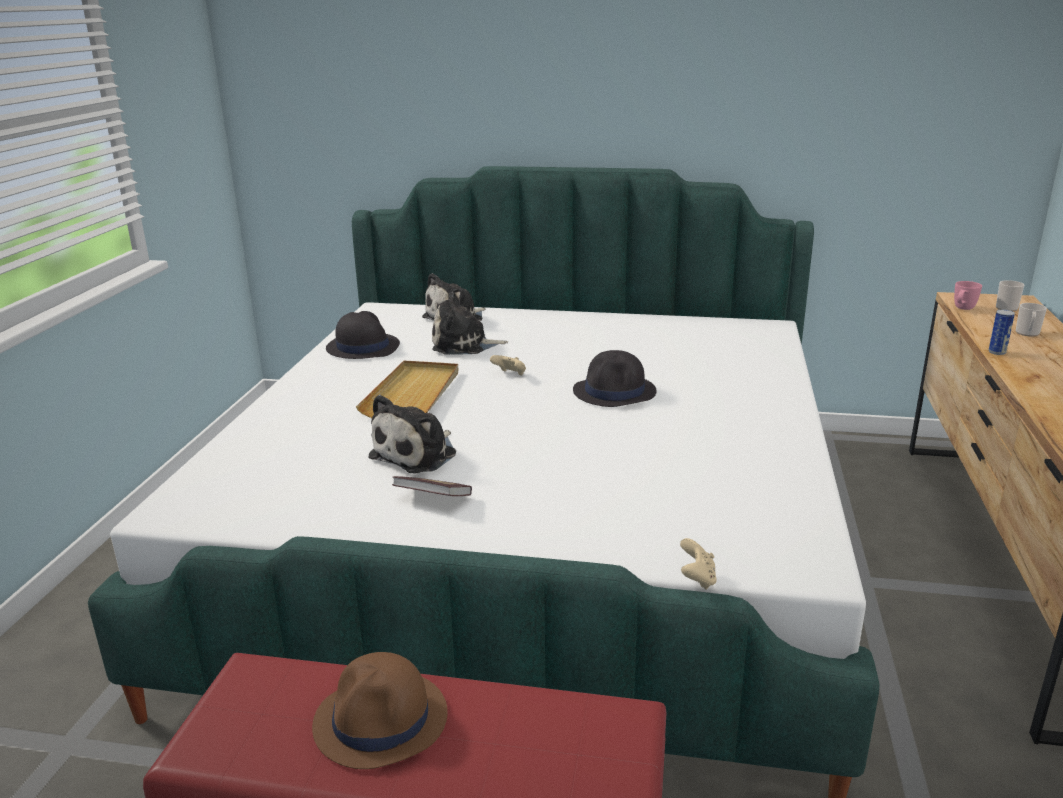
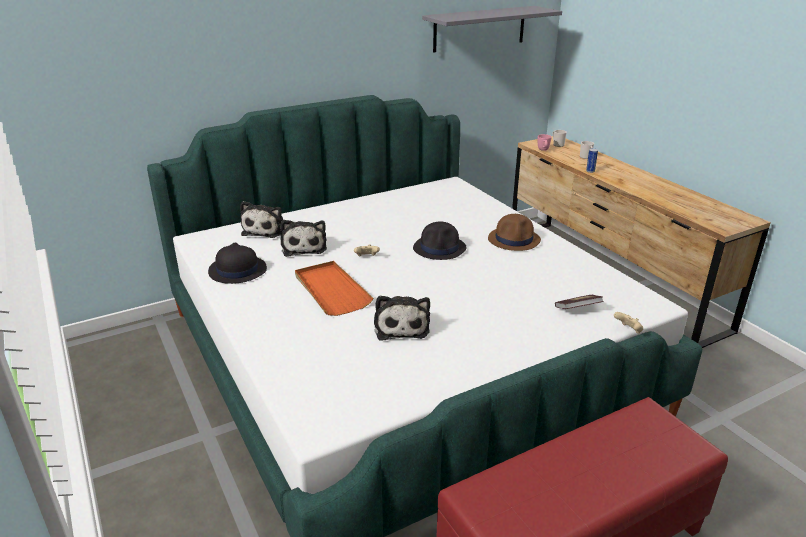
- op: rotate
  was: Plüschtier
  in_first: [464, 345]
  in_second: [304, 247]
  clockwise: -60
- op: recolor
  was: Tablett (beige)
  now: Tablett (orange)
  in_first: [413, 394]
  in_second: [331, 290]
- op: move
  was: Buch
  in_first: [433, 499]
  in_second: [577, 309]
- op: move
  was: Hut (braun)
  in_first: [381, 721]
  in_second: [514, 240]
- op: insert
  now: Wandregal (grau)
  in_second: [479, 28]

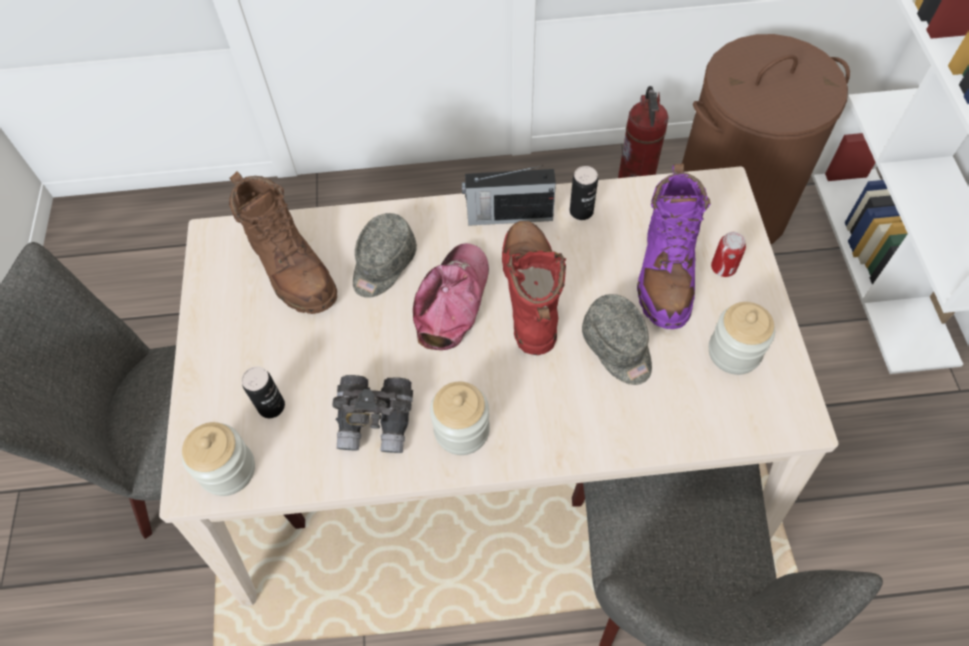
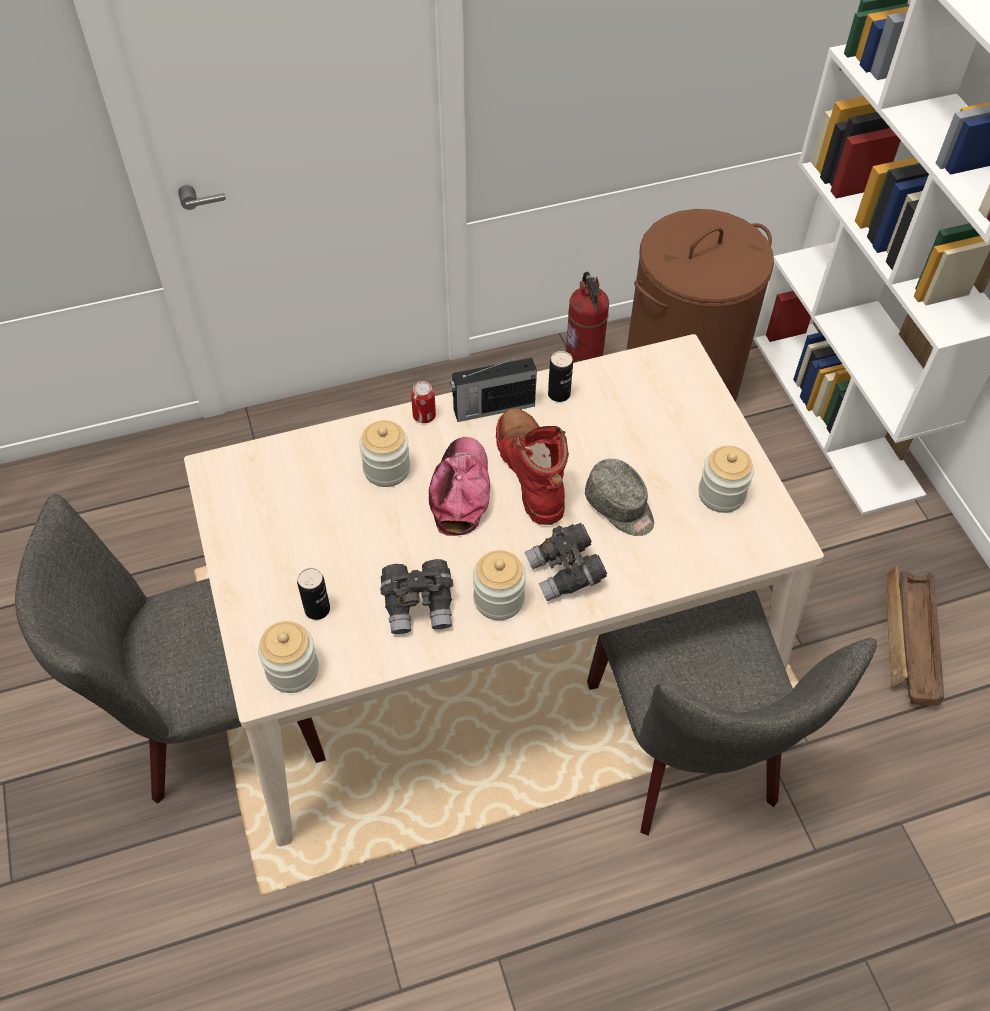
- op: delete
  was: Stiefel (lila)
  in_first: [665, 271]
- op: delete
  was: Stiefel (braun)
  in_first: [290, 267]
- op: replace
  was: Kappe (grau)
  now: Vorratsglas
  in_first: [383, 265]
  in_second: [387, 469]
- op: move
  was: Dose
  in_first: [723, 268]
  in_second: [424, 416]
- op: insert
  now: Fernglas (grau)
  in_second: [565, 573]
- op: insert
  now: Kiste
  in_second: [910, 642]

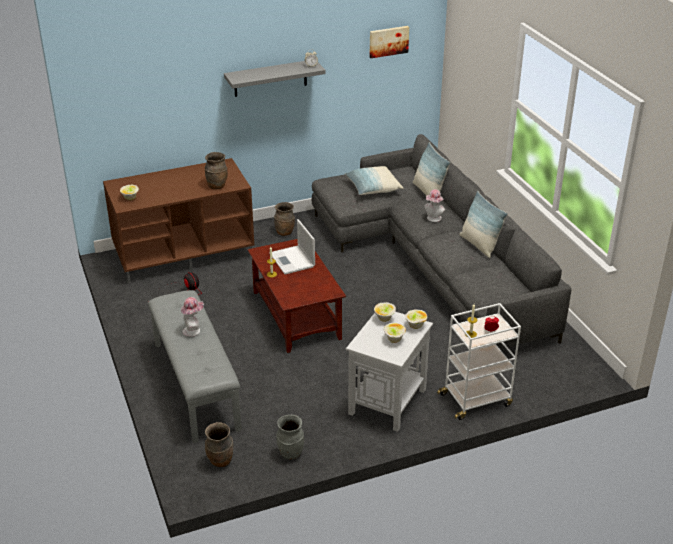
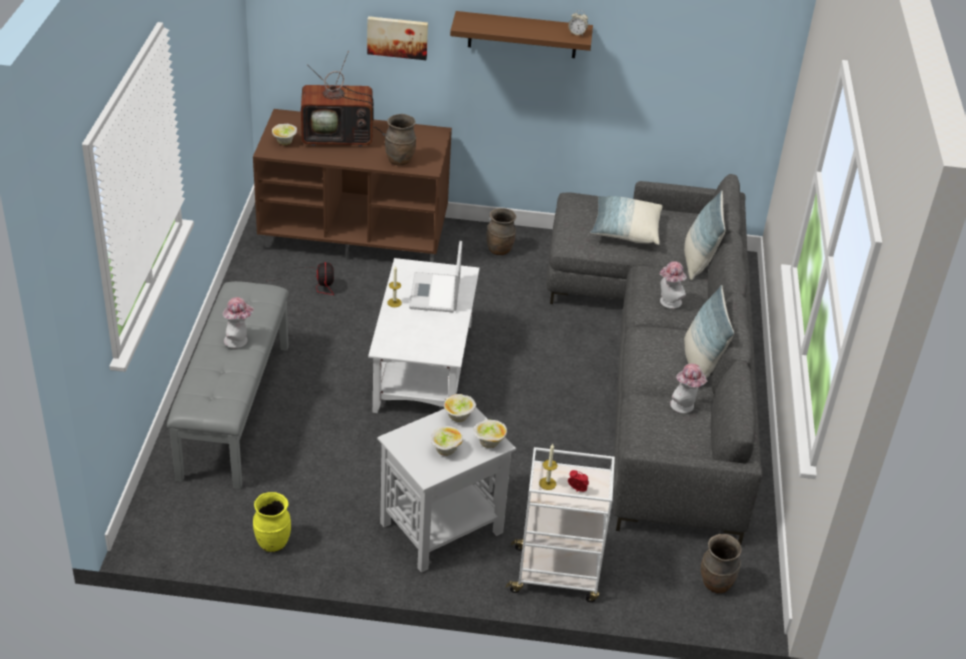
- op: move
  was: Bild
  in_first: [388, 41]
  in_second: [397, 37]
- op: recolor
  was: Wandregal (grau)
  now: Wandregal (braun)
  in_first: [270, 78]
  in_second: [522, 35]
- op: recolor
  was: Couchtisch (braun)
  now: Couchtisch (weiß)
  in_first: [297, 315]
  in_second: [424, 368]
- op: recolor
  was: Vase (grau)
  now: Vase (gelb)
  in_first: [290, 453]
  in_second: [272, 542]
- op: move
  was: Vase (braun)
  in_first: [220, 461]
  in_second: [716, 584]
- op: insert
  now: Fernseher
  in_second: [340, 136]
- op: insert
  now: Hut
  in_second: [685, 406]

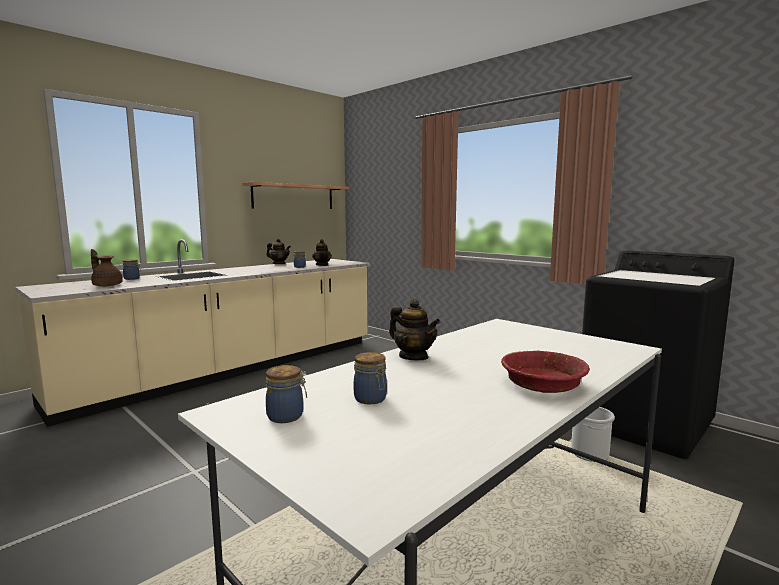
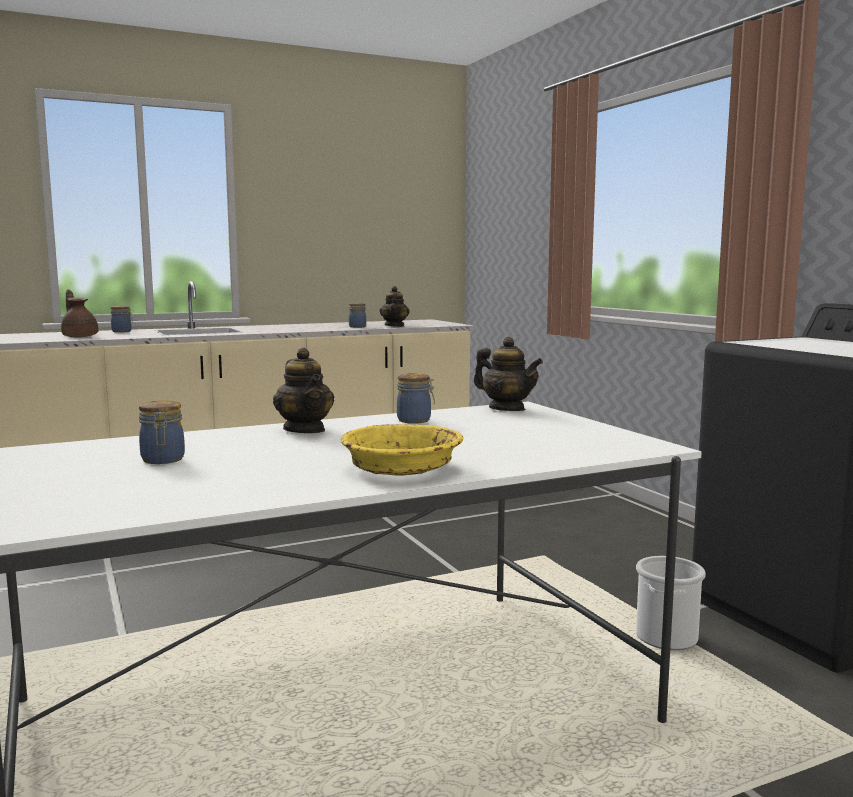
- op: delete
  was: Wandregal
  in_first: [294, 197]
- op: move
  was: Teekanne
  in_first: [279, 264]
  in_second: [507, 409]
- op: recolor
  was: Schüssel (rot)
  now: Schüssel (gelb)
  in_first: [542, 384]
  in_second: [402, 468]
- op: move
  was: Vorratsglas
  in_first: [287, 416]
  in_second: [415, 420]

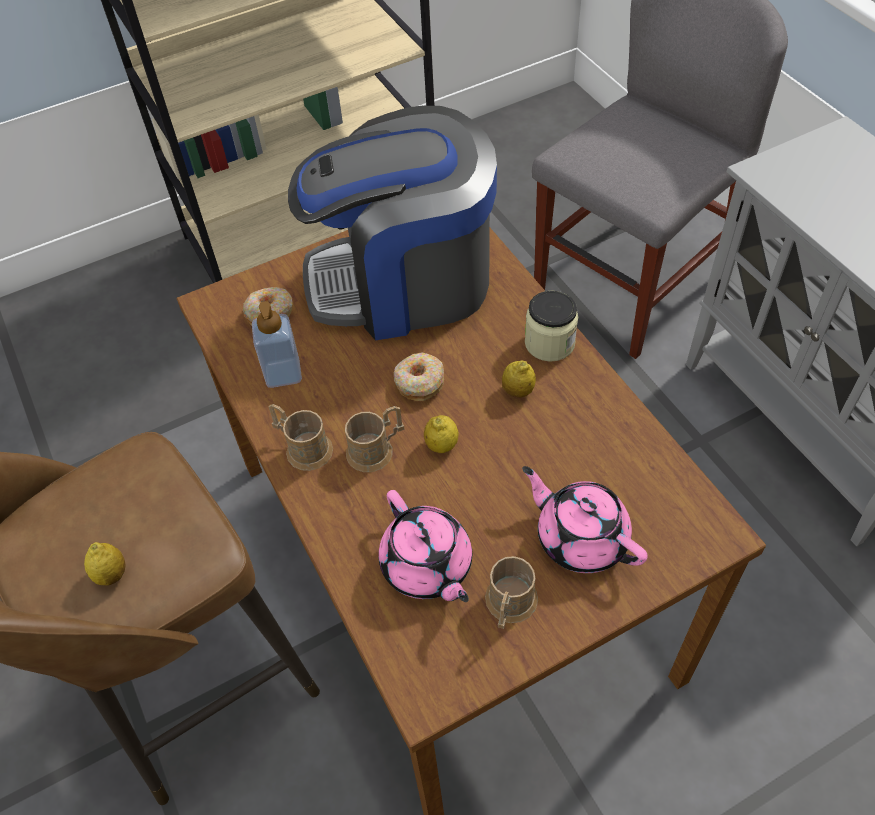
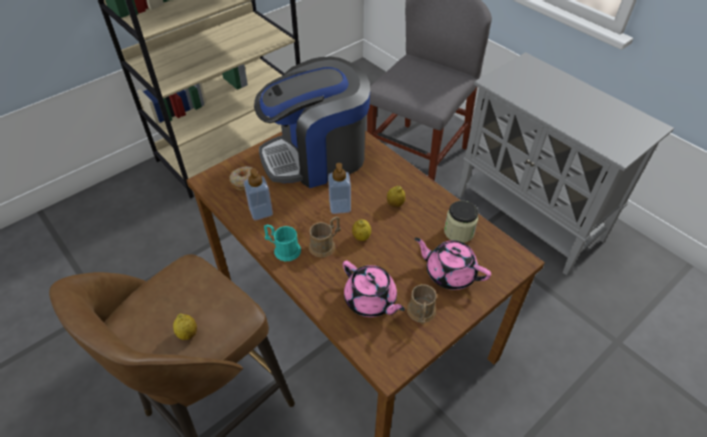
- op: move
  was: Vorratsglas
  in_first: [549, 343]
  in_second: [459, 232]
- op: replace
  was: Donut
  now: Seifenspender
  in_first: [419, 382]
  in_second: [340, 206]
- op: recolor
  was: Henkelbecher (braun)
  now: Henkelbecher (türkis)
  in_first: [303, 448]
  in_second: [283, 249]

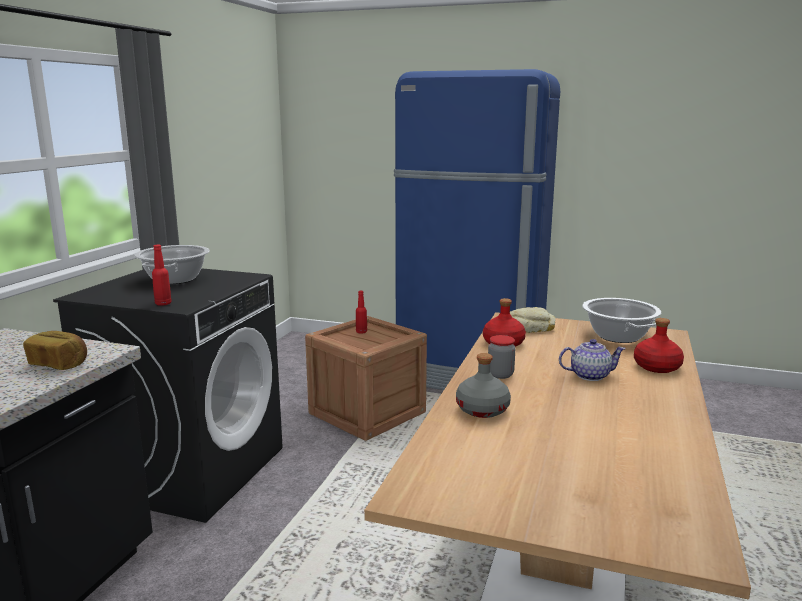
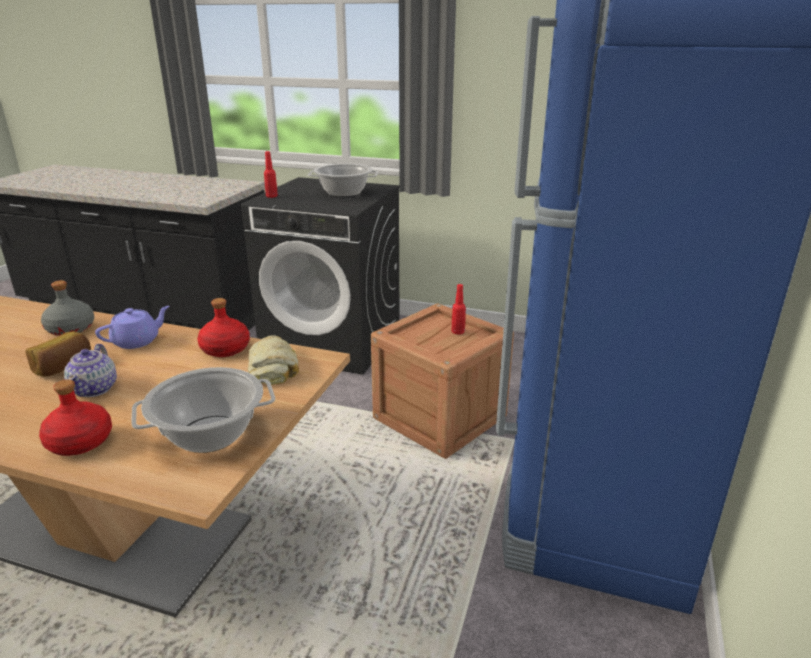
- op: move
  was: Brot
  in_first: [59, 364]
  in_second: [64, 366]
- op: replace
  was: Vorratsglas
  now: Teekanne (lila)
  in_first: [500, 374]
  in_second: [137, 341]

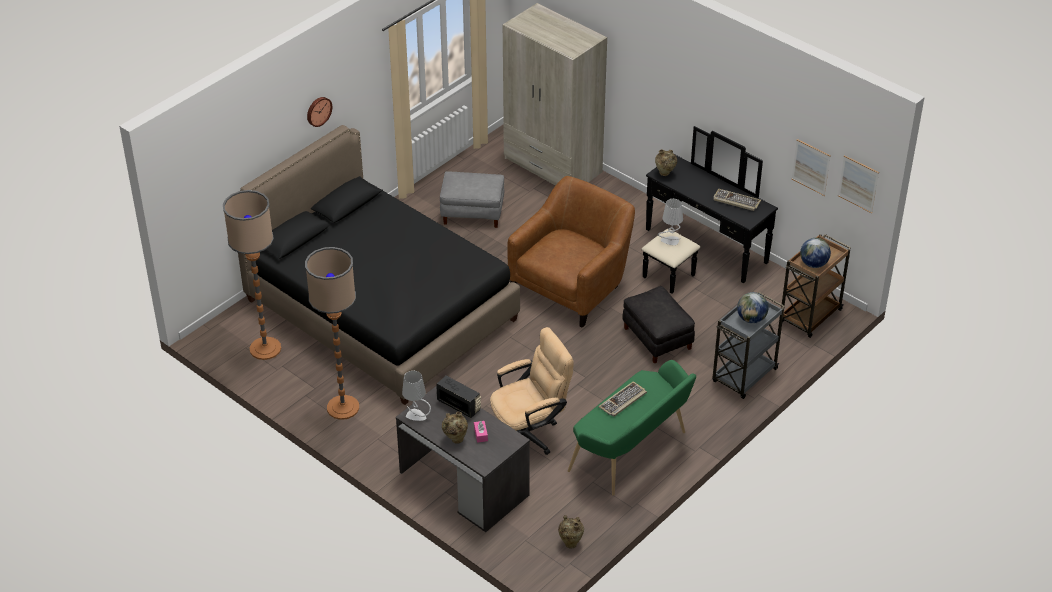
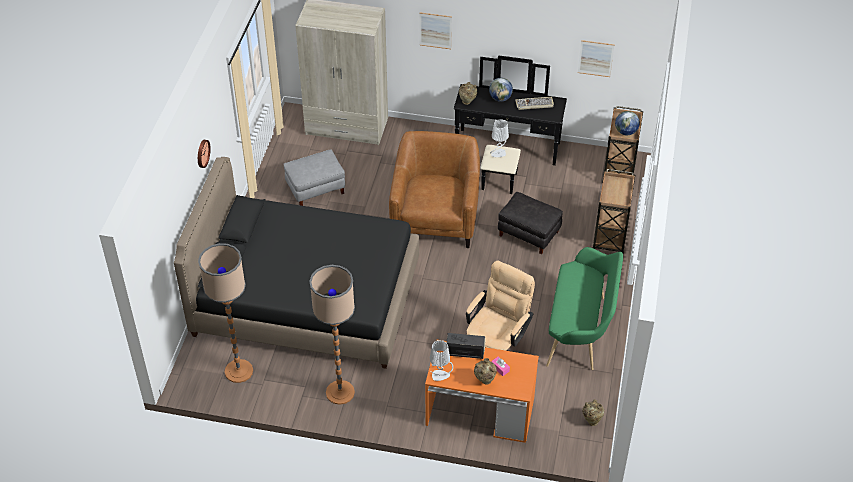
- op: move
  was: Bild
  in_first: [858, 184]
  in_second: [435, 30]
- op: recolor
  was: Rollwagen (grau)
  now: Rollwagen (braun)
  in_first: [744, 376]
  in_second: [610, 237]
- op: move
  was: Globus
  in_first: [751, 319]
  in_second: [500, 98]
- op: delete
  was: Tastatur
  in_first: [623, 401]
- op: recolor
  was: Schreibtisch (grau)
  now: Schreibtisch (orange)
  in_first: [463, 484]
  in_second: [479, 412]

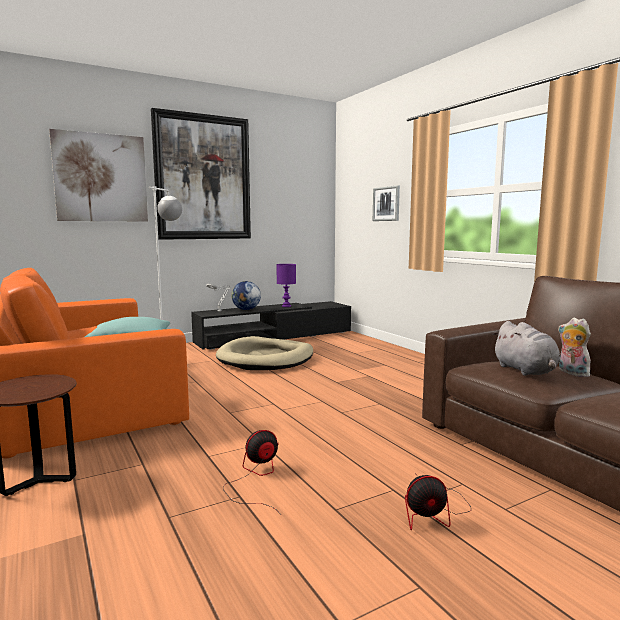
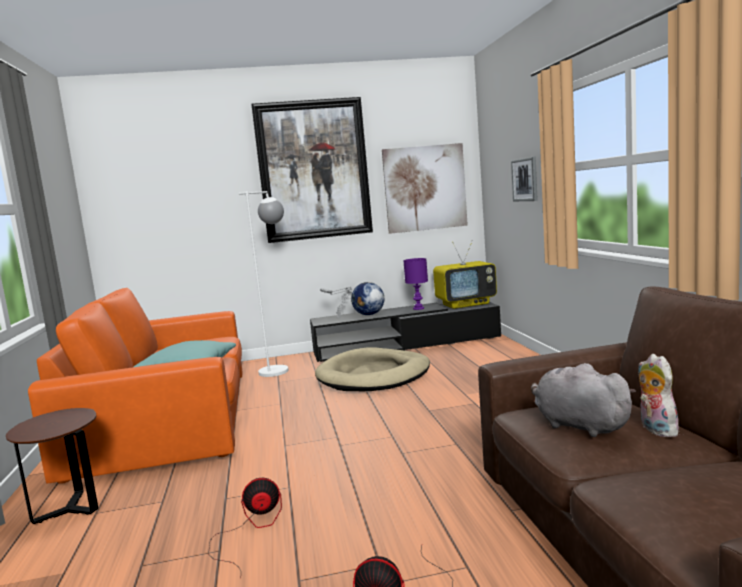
- op: move
  was: Bild
  in_first: [101, 178]
  in_second: [425, 188]
- op: rotate
  was: Plüschtier (grau)
  in_first: [526, 371]
  in_second: [578, 425]
  clockwise: 135
- op: insert
  now: Fernseher
  in_second: [466, 304]

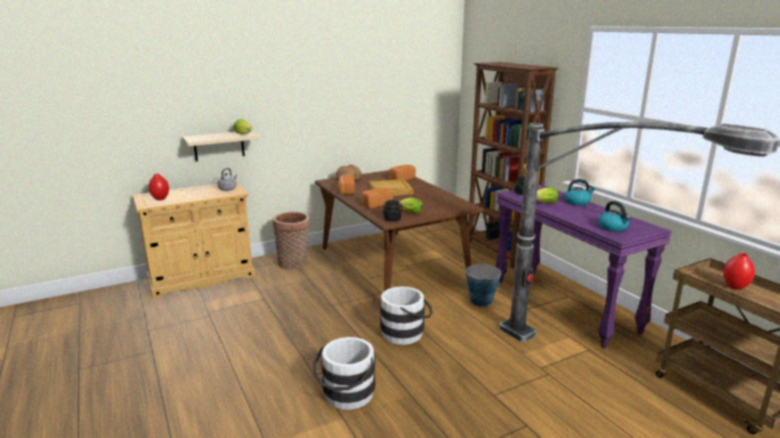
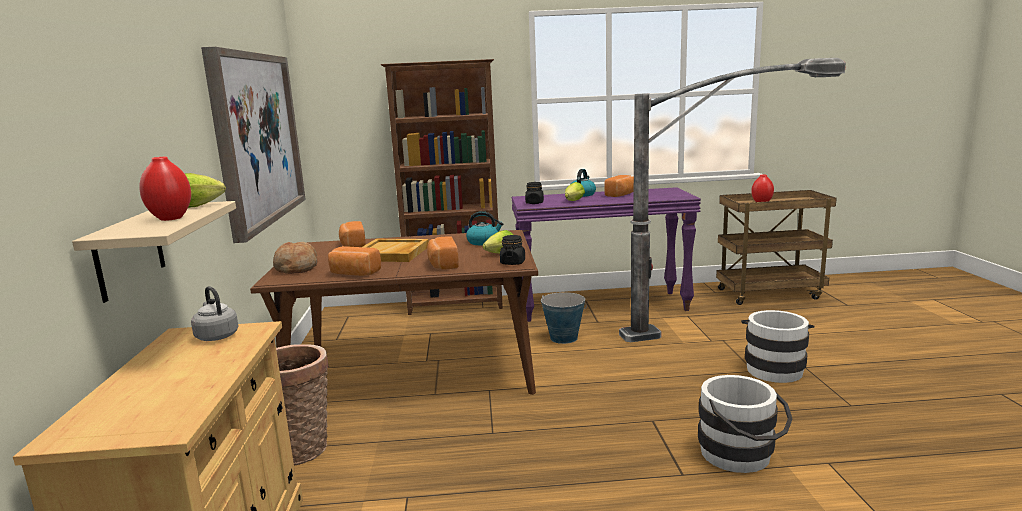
- op: move
  was: Vase (rot)
  in_first: [160, 199]
  in_second: [171, 218]
- op: move
  was: Wasserkessel
  in_first: [613, 227]
  in_second: [484, 242]
- op: move
  was: Eimer (weiß)
  in_first: [406, 333]
  in_second: [773, 368]
- op: insert
  now: Bild
  in_second: [257, 138]
- op: insert
  now: Brot
  in_second: [621, 194]

